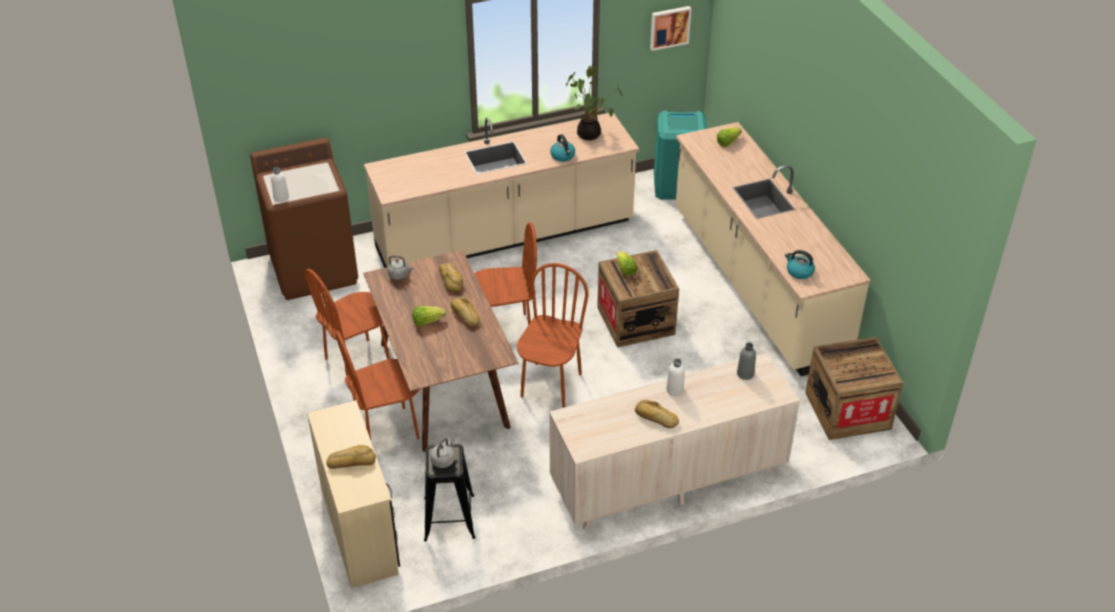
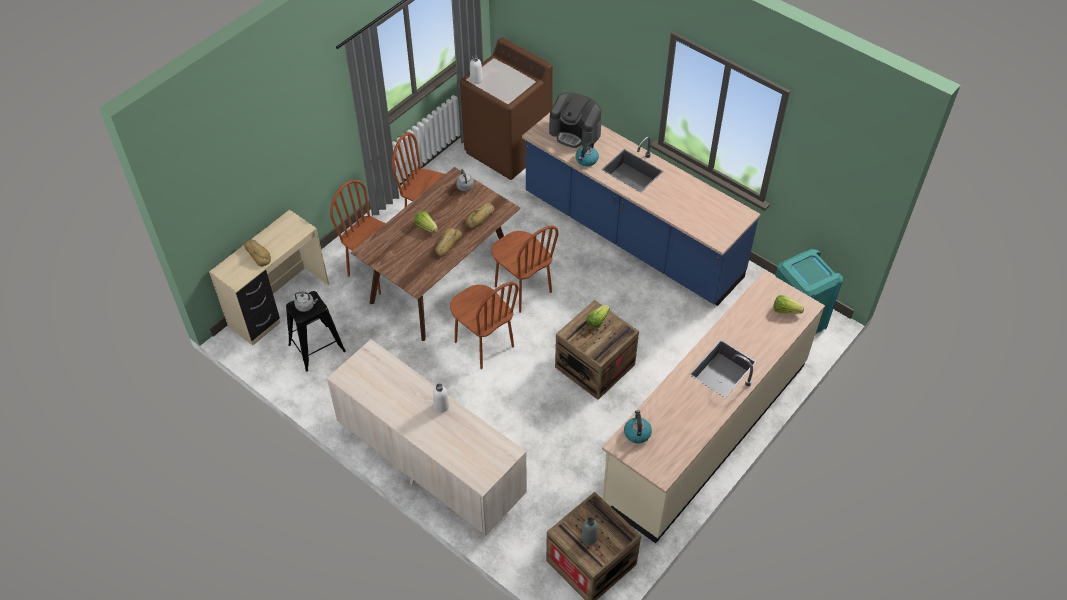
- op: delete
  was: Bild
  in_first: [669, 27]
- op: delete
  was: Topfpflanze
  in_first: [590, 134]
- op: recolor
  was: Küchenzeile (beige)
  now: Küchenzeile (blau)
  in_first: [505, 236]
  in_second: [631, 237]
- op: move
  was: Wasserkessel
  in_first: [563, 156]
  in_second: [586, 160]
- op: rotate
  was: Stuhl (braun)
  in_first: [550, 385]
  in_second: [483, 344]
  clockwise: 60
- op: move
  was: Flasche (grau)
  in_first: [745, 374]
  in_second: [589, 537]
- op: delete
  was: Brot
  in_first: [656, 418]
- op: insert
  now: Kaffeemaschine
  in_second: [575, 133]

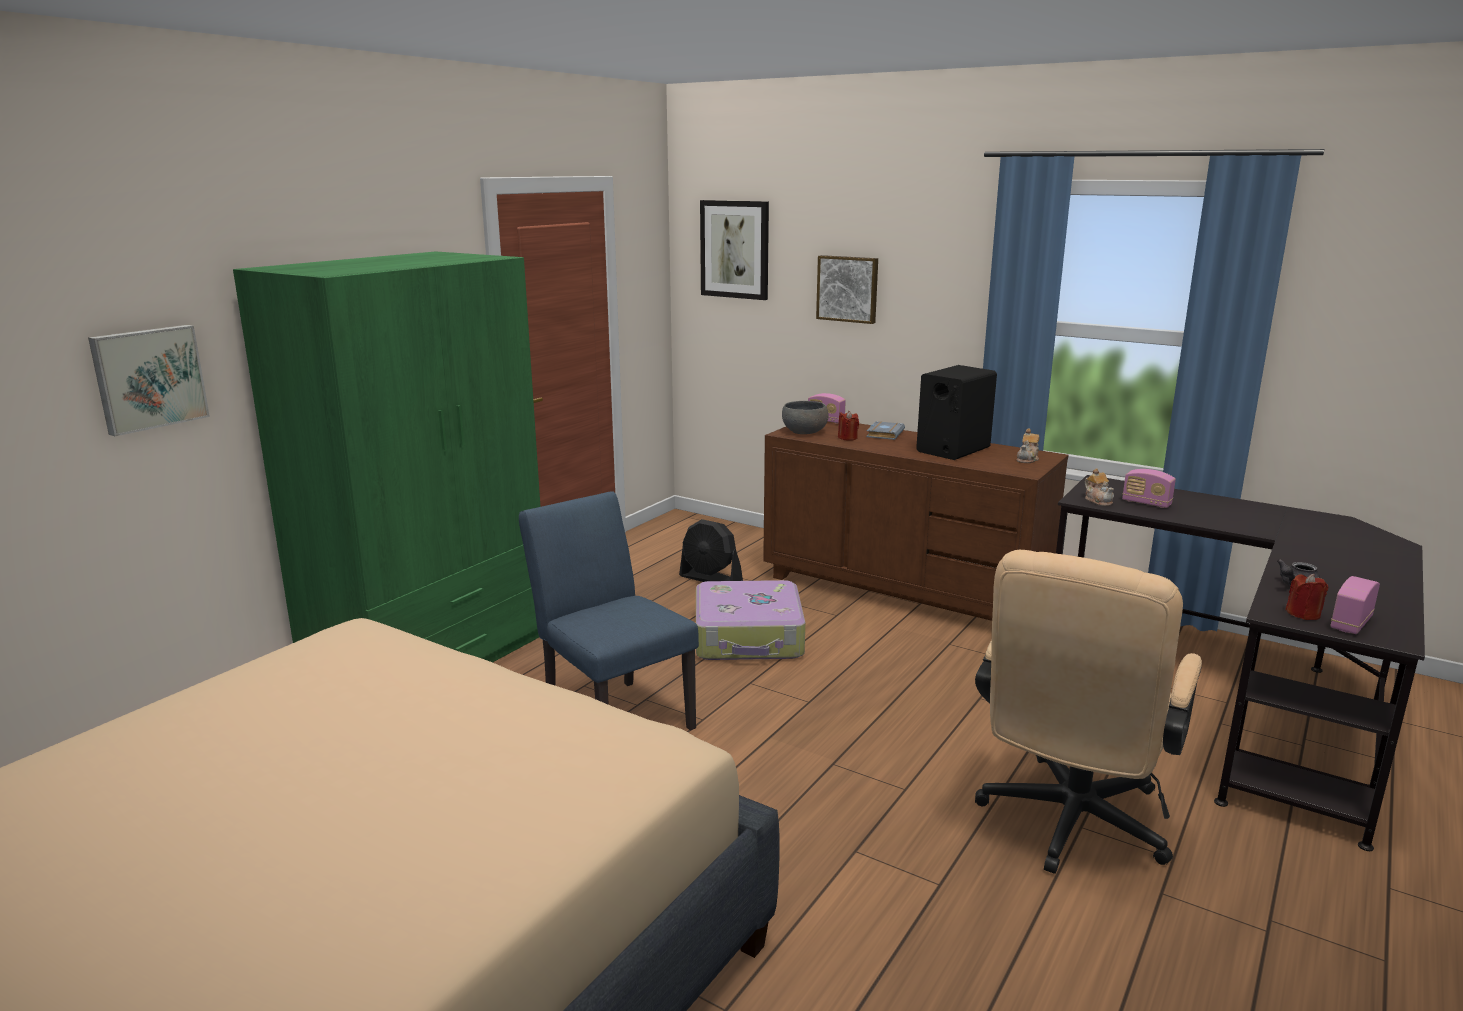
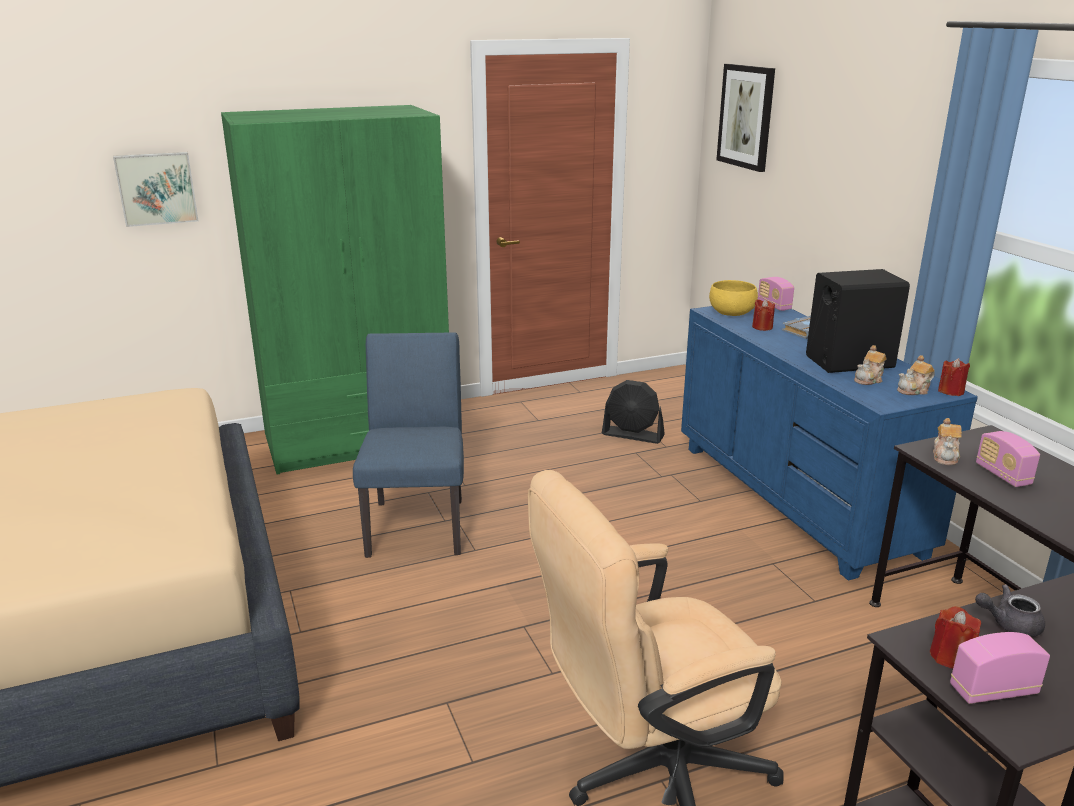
- op: delete
  was: Bild
  in_first: [848, 289]
- op: recolor
  was: Schüssel (grau)
  now: Schüssel (gelb)
  in_first: [804, 432]
  in_second: [732, 313]
- op: recolor
  was: Kommode (braun)
  now: Kommode (blau)
  in_first: [902, 591]
  in_second: [795, 498]
- op: rotate
  was: Ventilator (schwarz)
  in_first: [710, 579]
  in_second: [633, 435]
  clockwise: -45
- op: delete
  was: Koffer
  in_first: [749, 637]
- op: insert
  now: Teekanne
  in_second: [869, 380]
- op: insert
  now: Kerze (rot)
  in_second: [951, 391]

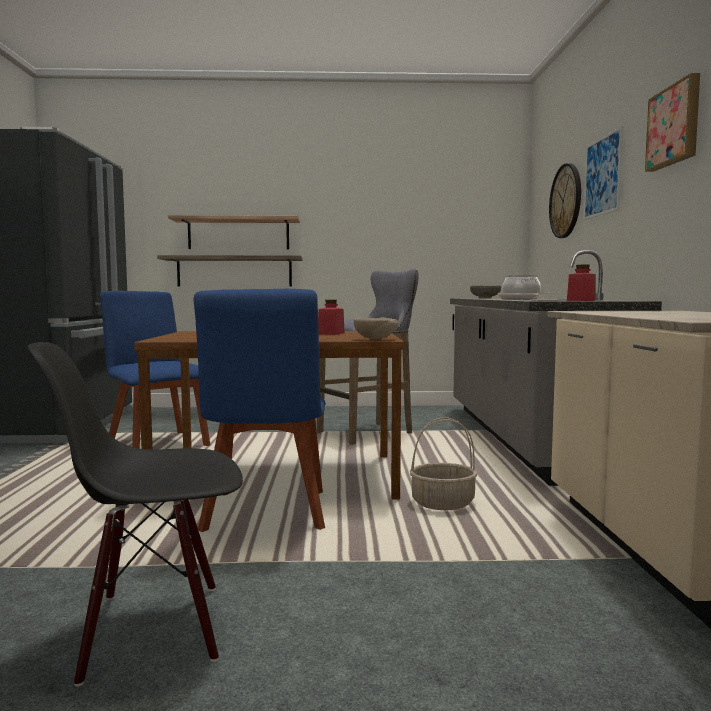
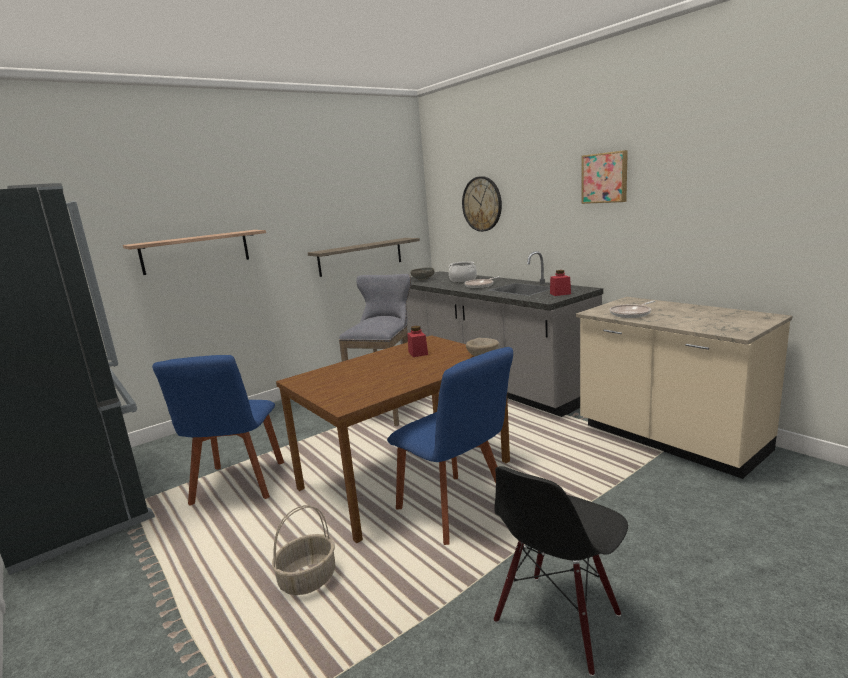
- op: delete
  was: Bild
  in_first: [603, 176]
- op: move
  was: Wandregal
  in_first: [234, 271]
  in_second: [360, 256]
- op: rotate
  was: Stuhl (blau)
  in_first: [156, 443]
  in_second: [238, 485]
  clockwise: -105
- op: move
  was: Korb
  in_first: [443, 503]
  in_second: [308, 578]
- op: insert
  now: Pfanne
  in_second: [632, 314]

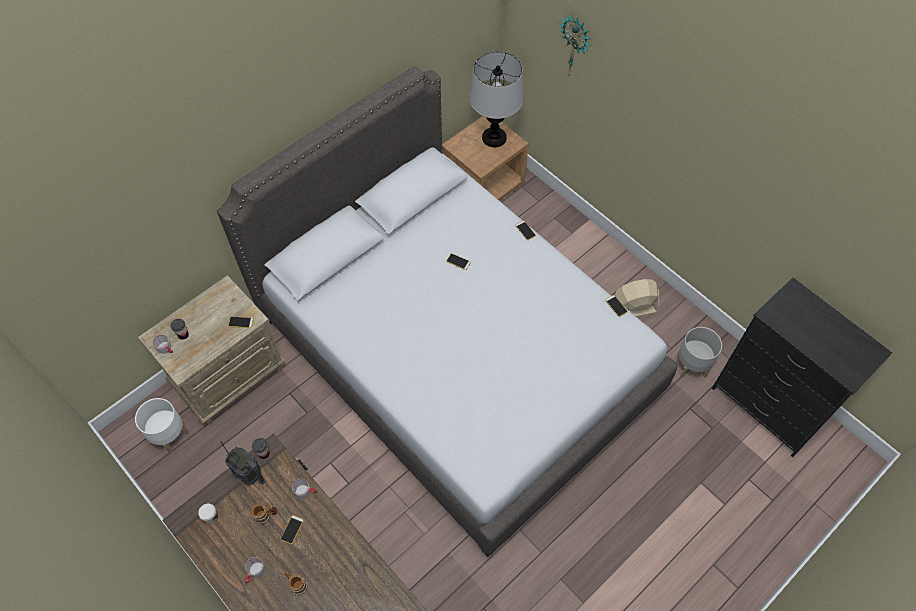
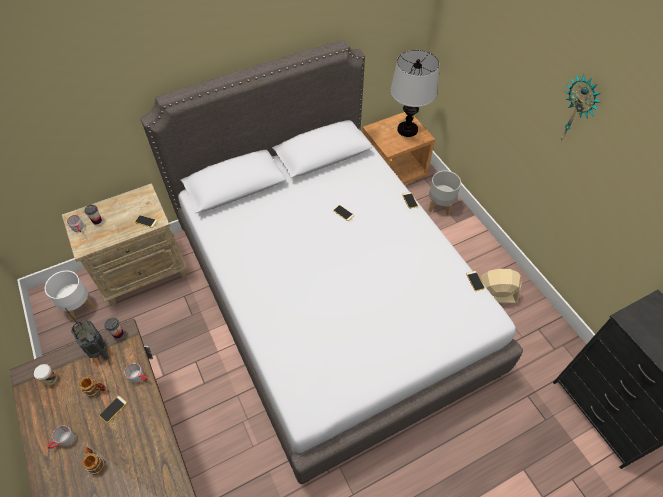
- op: move
  was: Wanduhr
  in_first: [575, 46]
  in_second: [578, 110]
- op: move
  was: Pflanzkübel (grau)
  in_first: [691, 366]
  in_second: [440, 206]

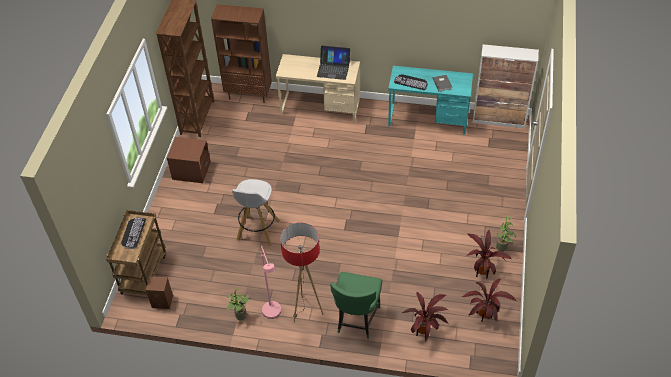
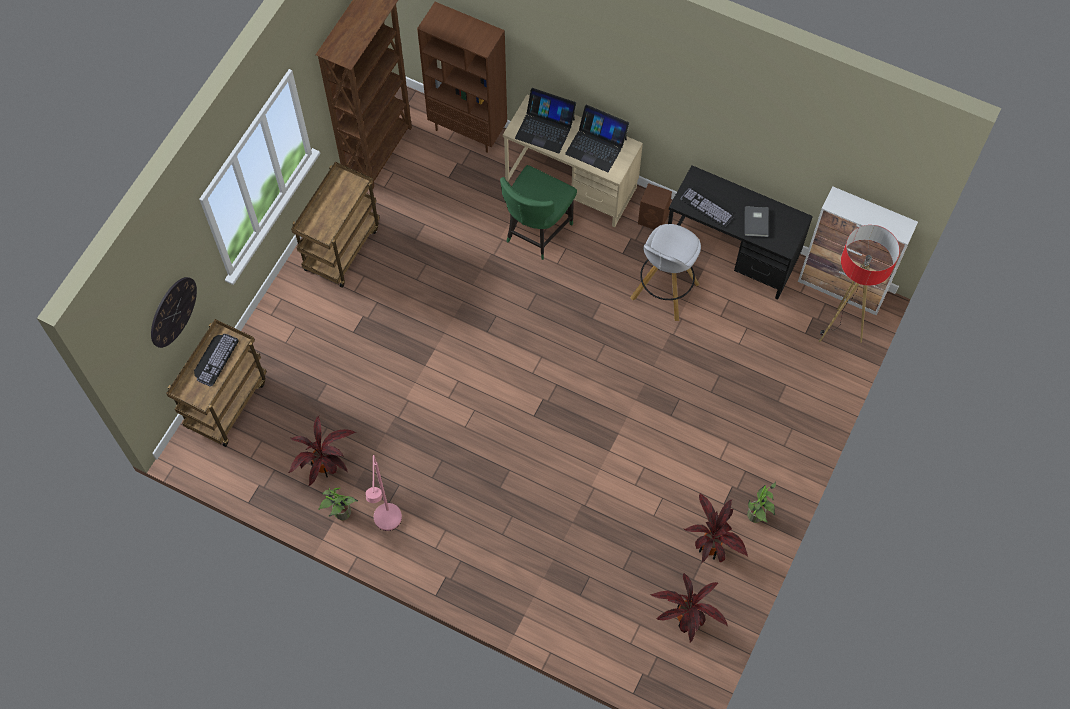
- op: recolor
  was: Schreibtisch (türkis)
  now: Schreibtisch (schwarz)
  in_first: [428, 118]
  in_second: [731, 254]
- op: replace
  was: Nachttisch (braun)
  now: Rollwagen (braun)
  in_first: [191, 171]
  in_second: [341, 247]
- op: move
  was: Hocker (weiß)
  in_first: [258, 231]
  in_second: [664, 292]
- op: move
  was: Stehlampe
  in_first: [306, 311]
  in_second: [839, 331]
- op: move
  was: Stuhl (grün)
  in_first: [356, 320]
  in_second: [536, 232]
- op: move
  was: Lautsprecher (braun)
  in_first: [163, 301]
  in_second: [654, 219]
- op: move
  was: Topfpflanze
  in_first: [424, 333]
  in_second: [325, 469]
- op: insert
  now: Laptop
  in_second: [545, 128]
- op: insert
  now: Wanduhr
  in_second: [173, 311]

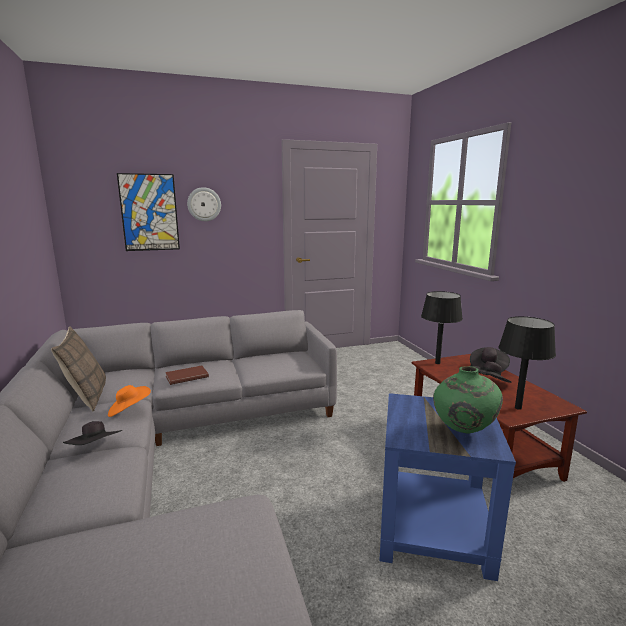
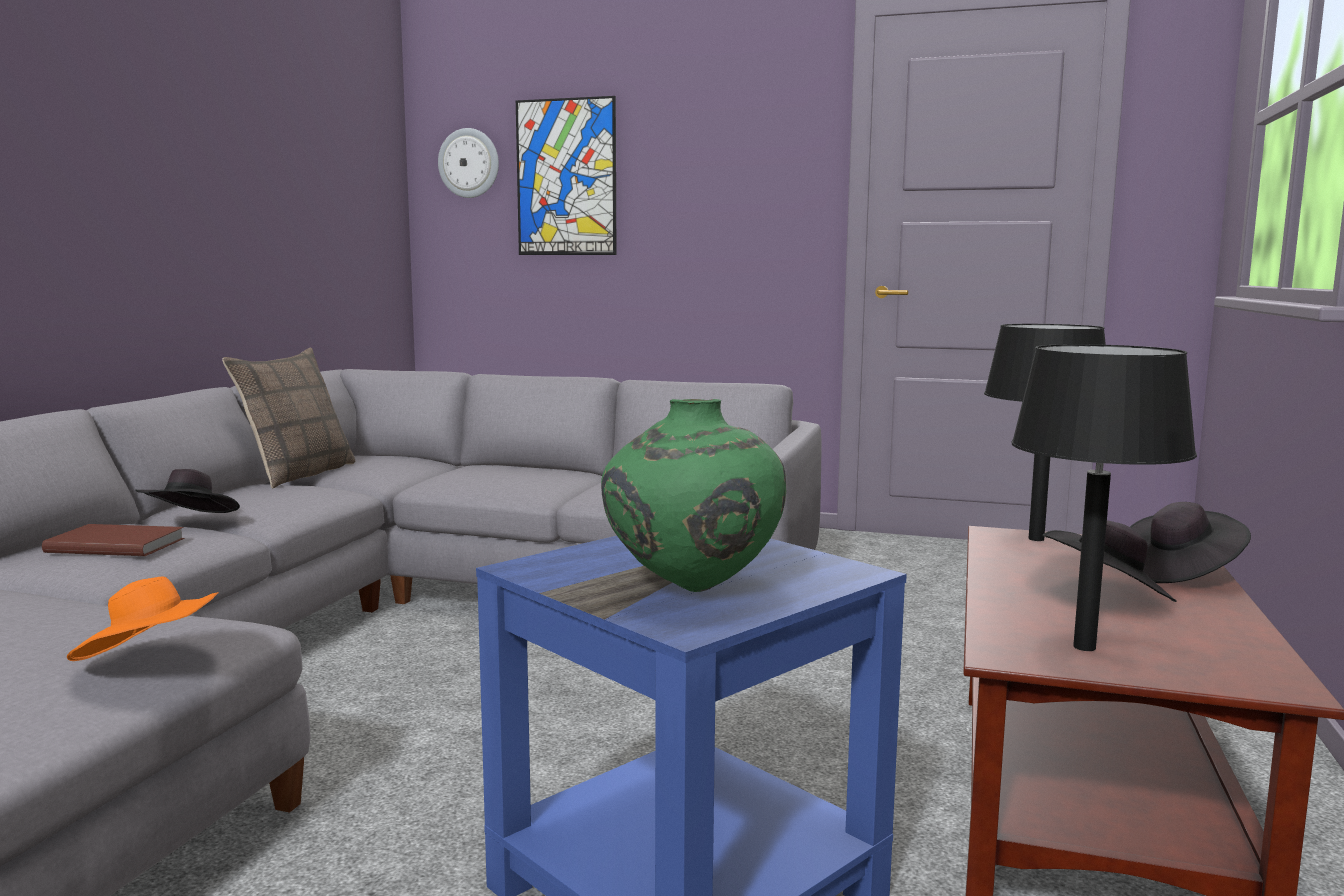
- op: move
  was: Wanduhr
  in_first: [204, 204]
  in_second: [469, 163]
- op: move
  was: Buch (braun)
  in_first: [186, 376]
  in_second: [116, 545]
- op: move
  was: Hut (orange)
  in_first: [129, 410]
  in_second: [152, 660]

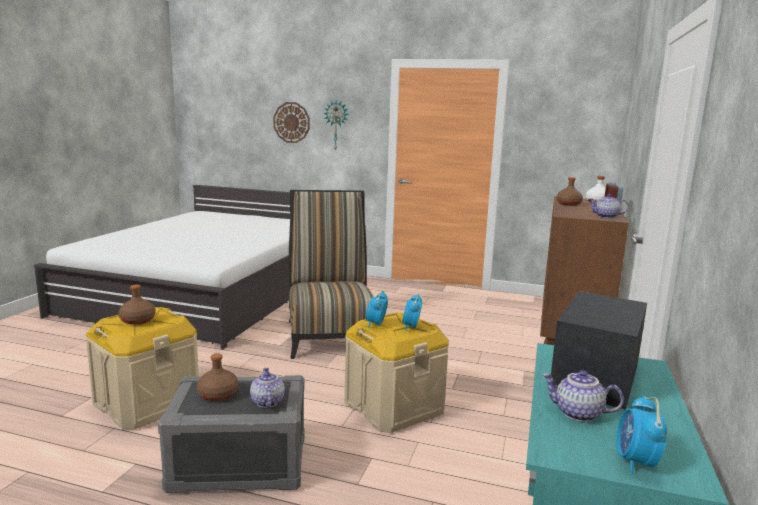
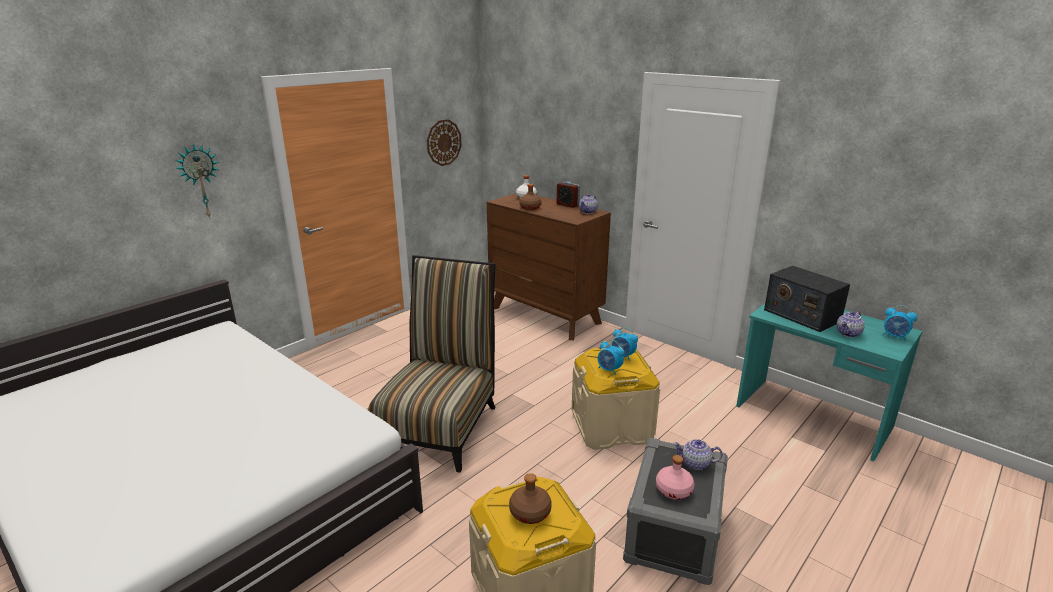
- op: move
  was: Wanduhr
  in_first: [291, 122]
  in_second: [443, 142]
- op: rotate
  was: Stuhl
  in_first: [330, 333]
  in_second: [439, 424]
  clockwise: 90
- op: recolor
  was: Flasche (braun)
  now: Flasche (rosa)
  in_first: [217, 395]
  in_second: [674, 490]

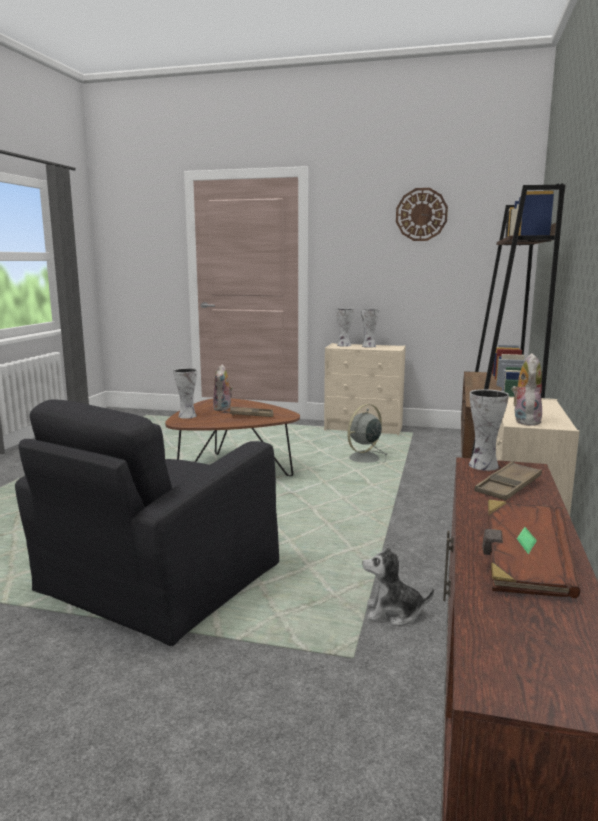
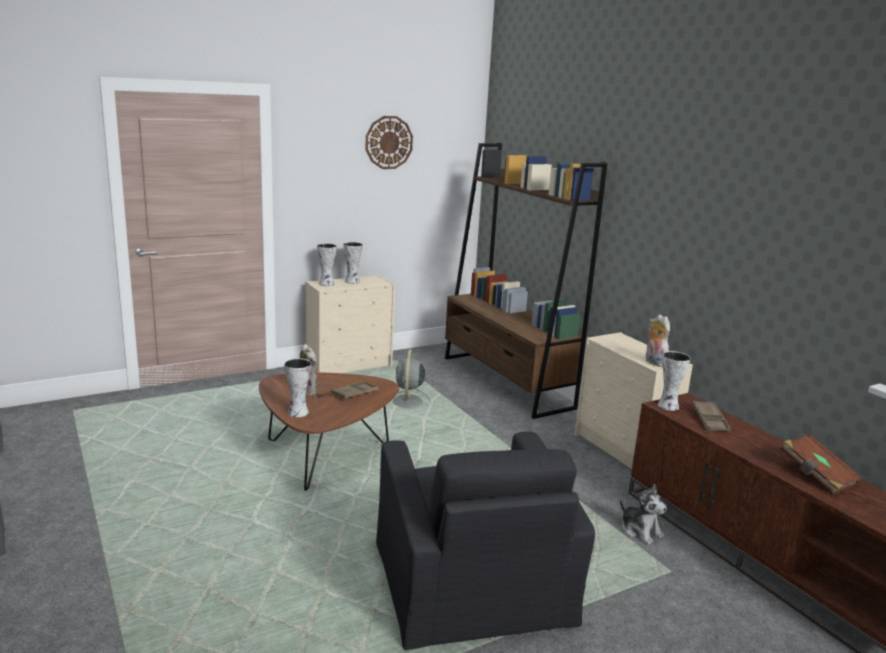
- op: rotate
  was: Plüschtier
  in_first: [393, 613]
  in_second: [640, 531]
  clockwise: -90

